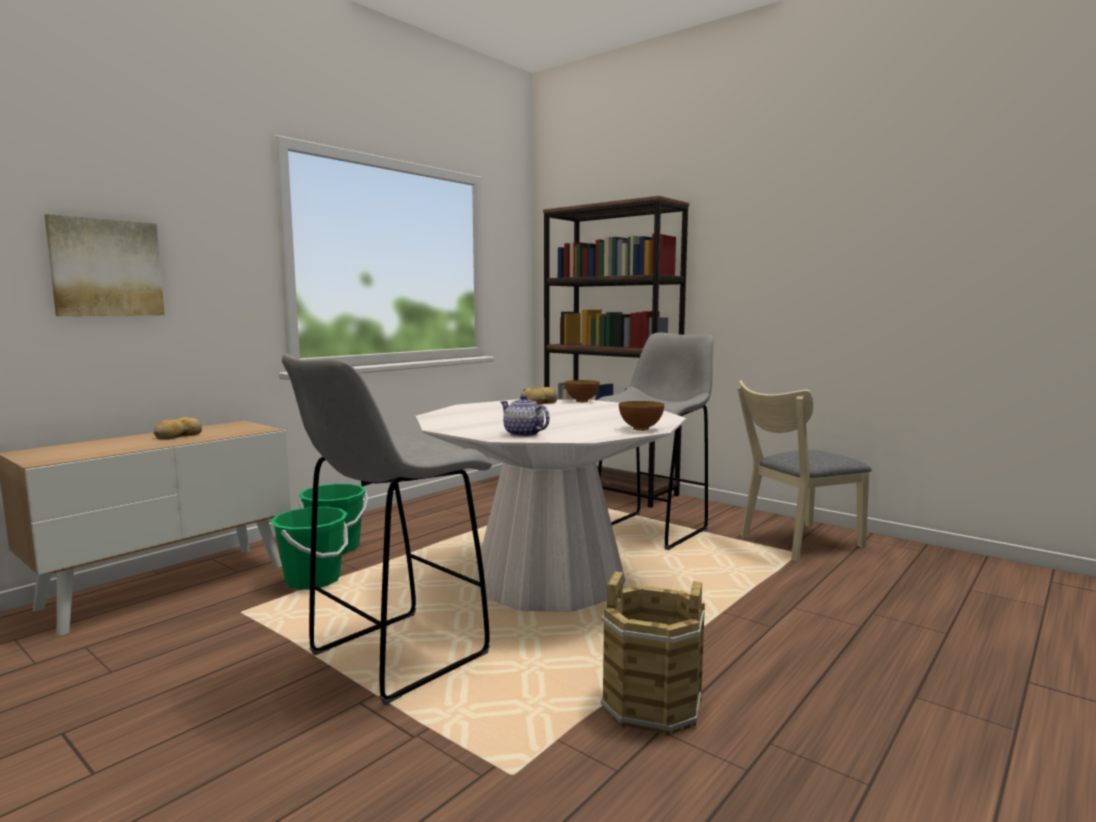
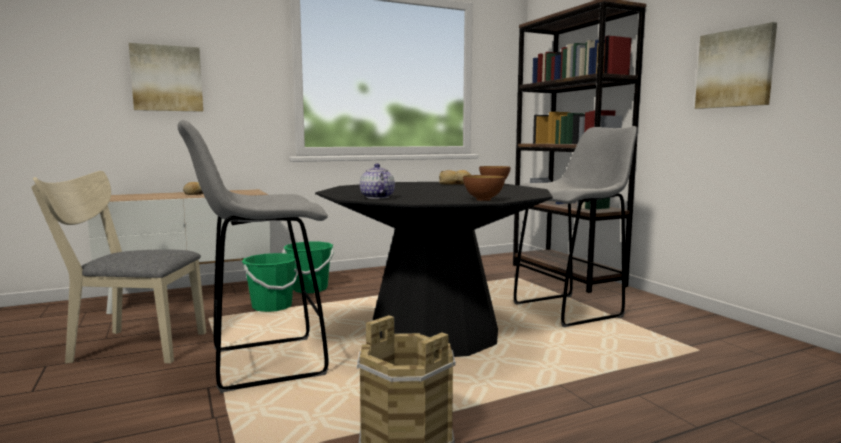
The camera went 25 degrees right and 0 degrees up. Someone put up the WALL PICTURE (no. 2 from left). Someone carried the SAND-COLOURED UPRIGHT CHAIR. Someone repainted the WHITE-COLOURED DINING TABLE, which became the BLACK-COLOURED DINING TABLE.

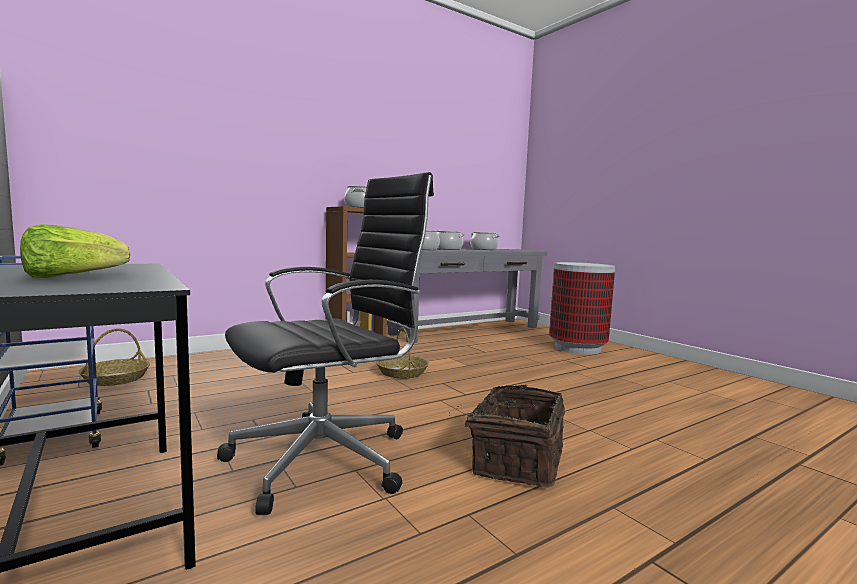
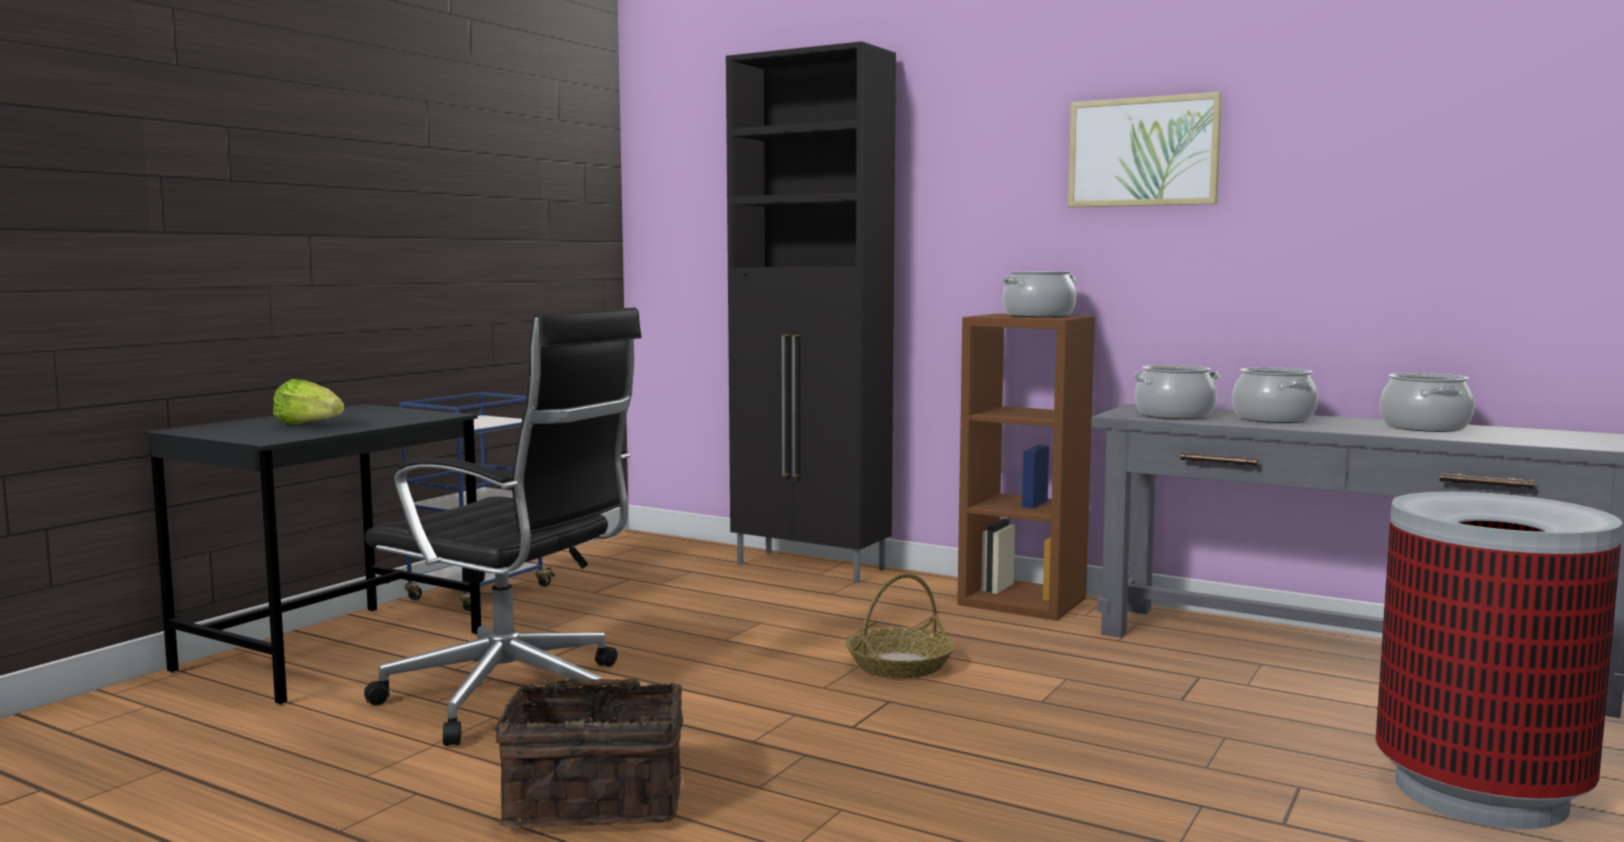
The camera went 65 degrees right and 0 degrees up. Someone took away the HOUSEHOLD BASKET (no. 1 from left). Someone put down the BLACK-COLOURED STORAGE CABINET. Someone put up the WALL PICTURE.

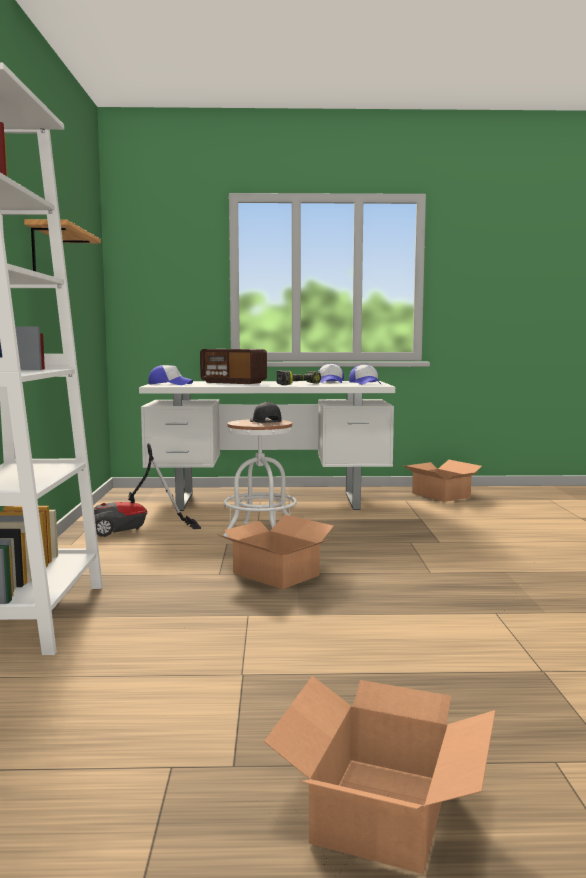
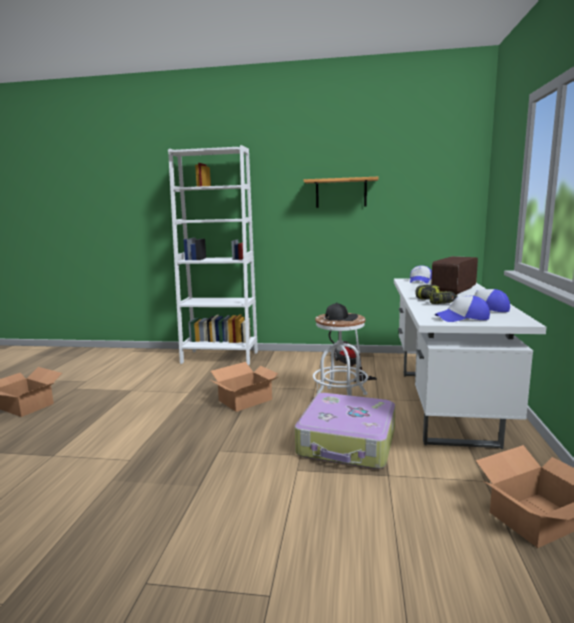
The camera went 100 degrees right and 5 degrees up. Someone put down the PIECE OF LUGGAGE.

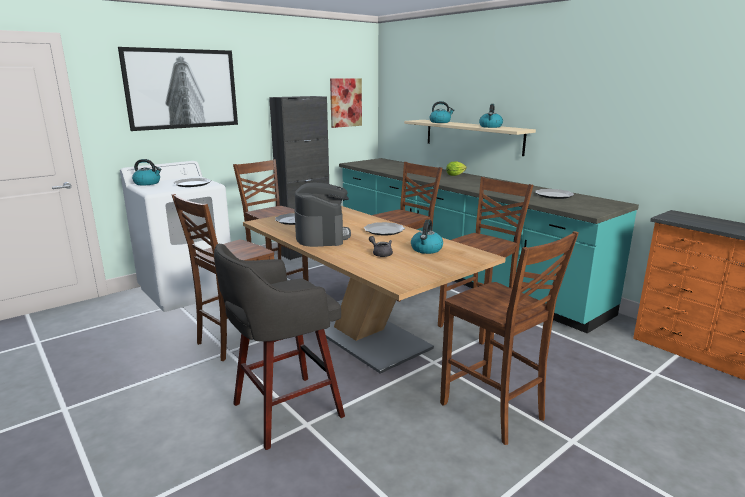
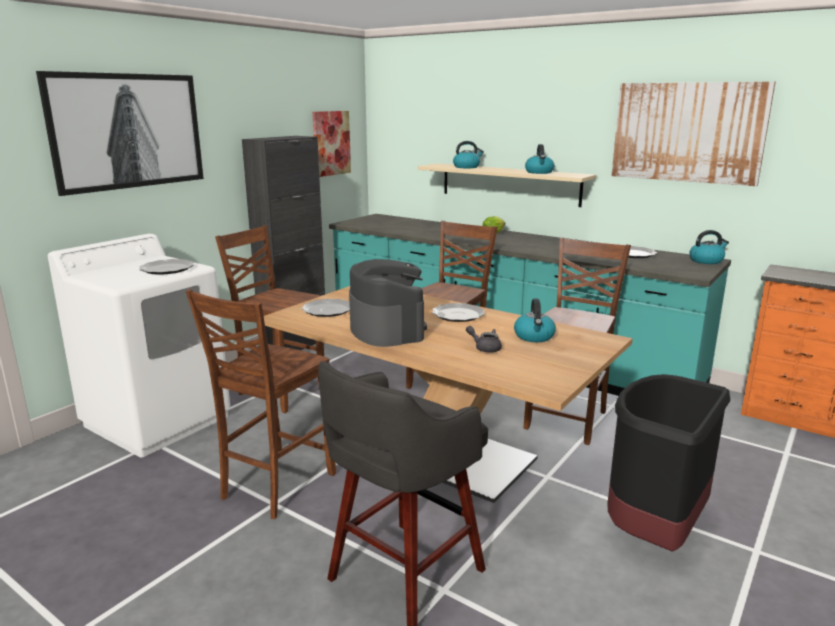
The camera went 15 degrees left and 0 degrees up. Someone put up the WALL PICTURE (no. 3 from left). Someone carried the TEA KETTLE (no. 1 from left in the first image). Someone swapped the BROWN-COLOURED UPRIGHT CHAIR (no. 5 from left) for the BLACK-COLOURED RUBBISH BIN.

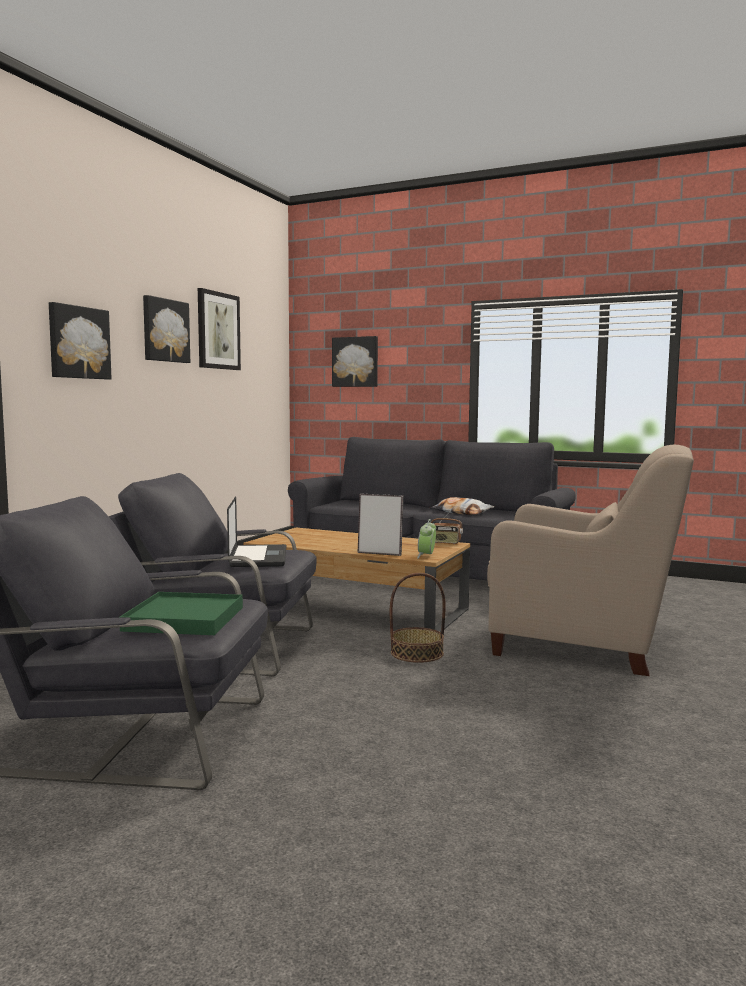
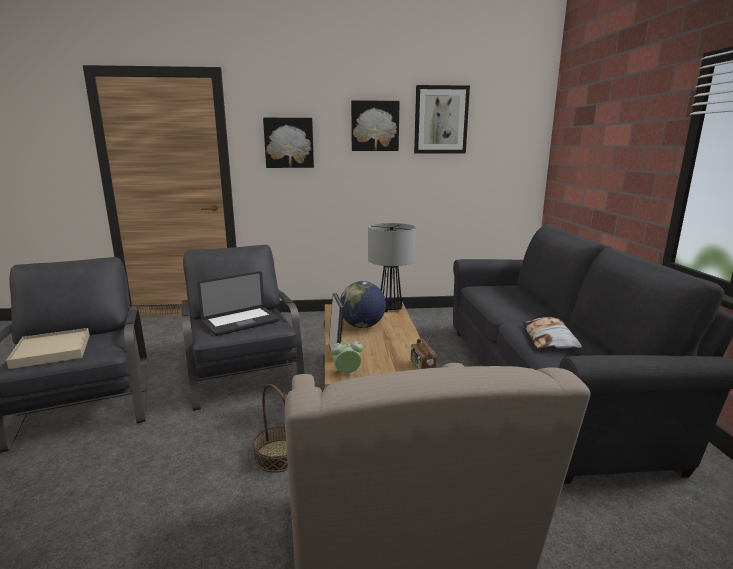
The camera went 60 degrees right and 10 degrees up. Someone took away the WALL PICTURE (no. 4 from left). Someone put down the WORLD GLOBE. Someone put down the LAMP FOR A TABLE. Someone repainted the GREEN-COLOURED TRAY, which became the SAND-COLOURED TRAY.

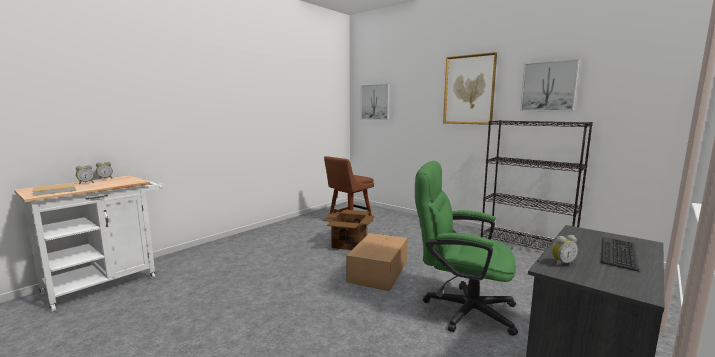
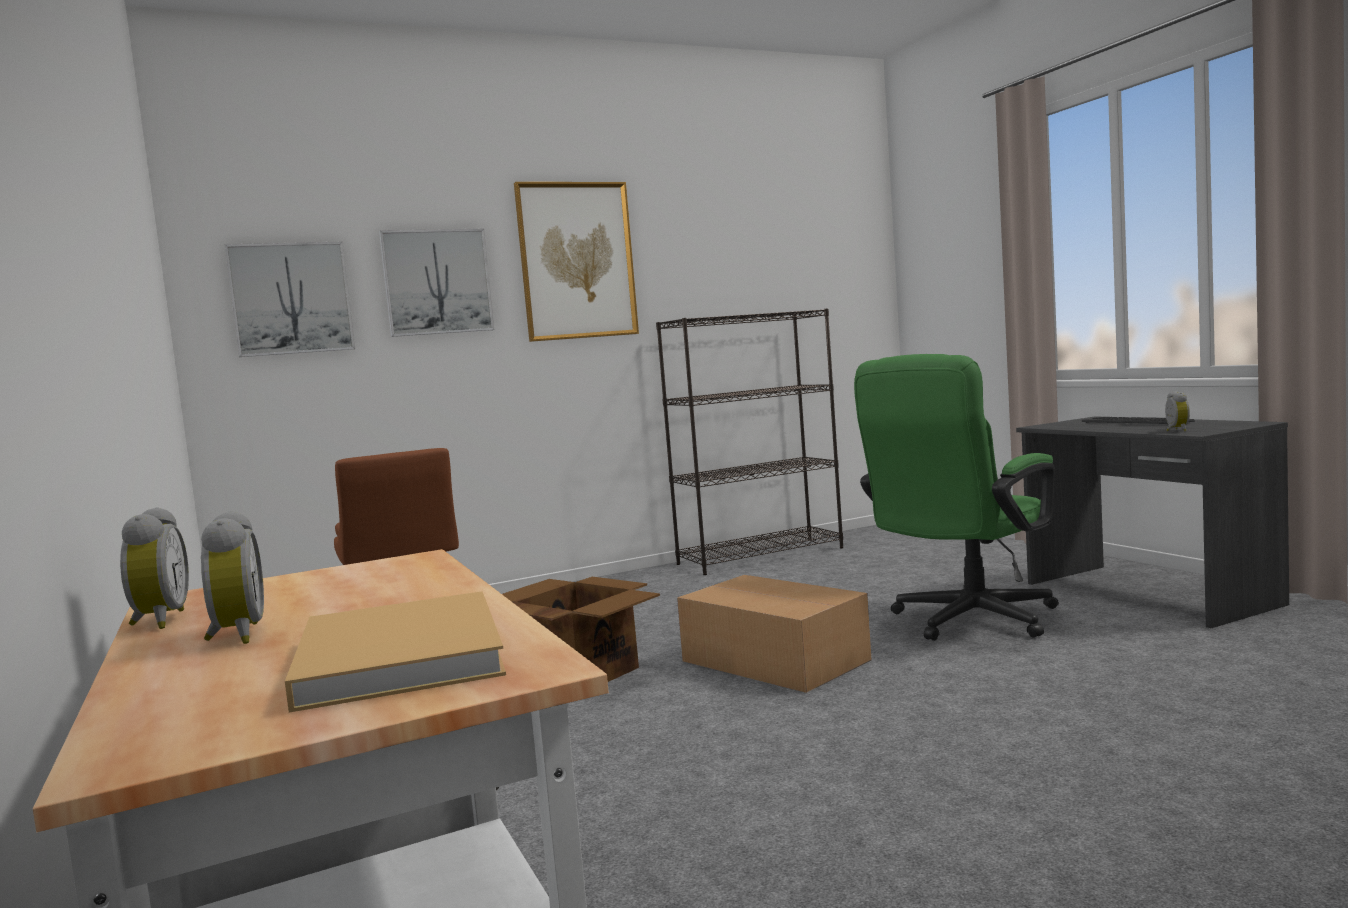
The camera went 65 degrees left and 5 degrees down. Someone carried the WALL PICTURE (no. 3 from left in the first image).

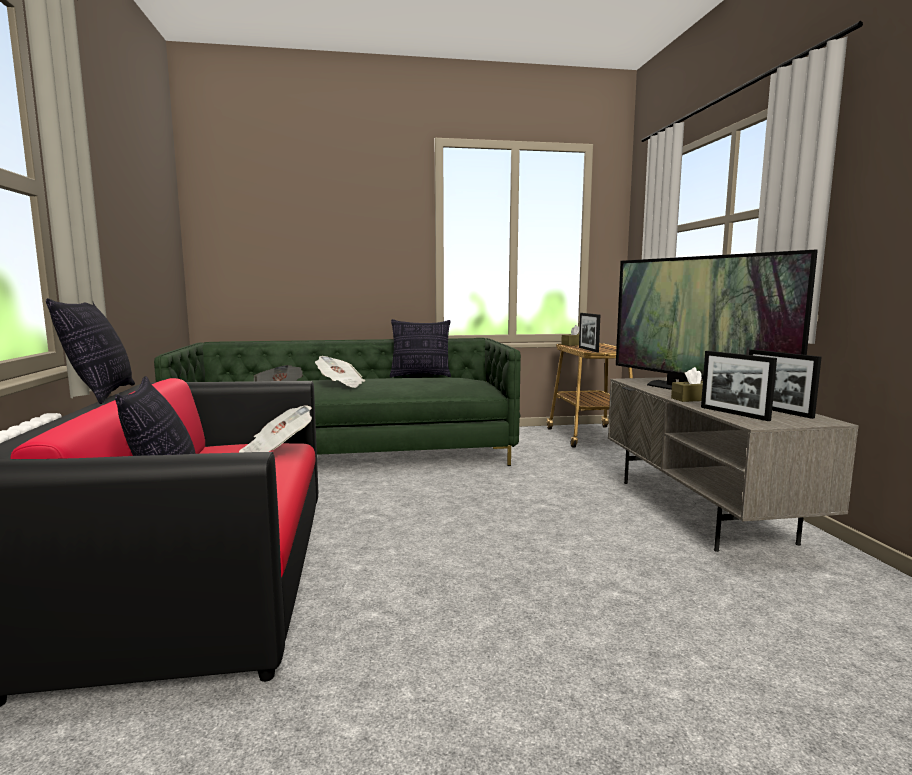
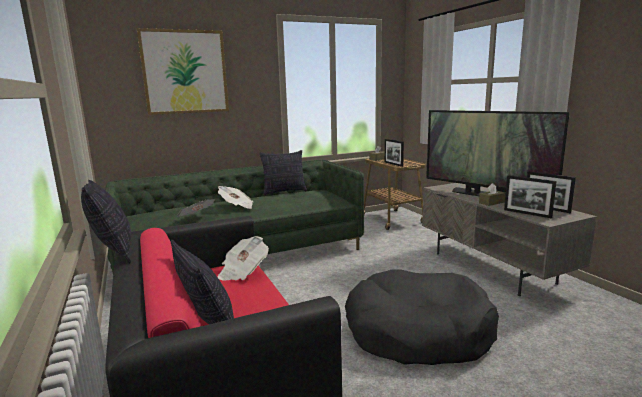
The camera went 15 degrees left and 5 degrees up. Someone put up the WALL PICTURE. Someone put down the BLACK-COLOURED PET BED.

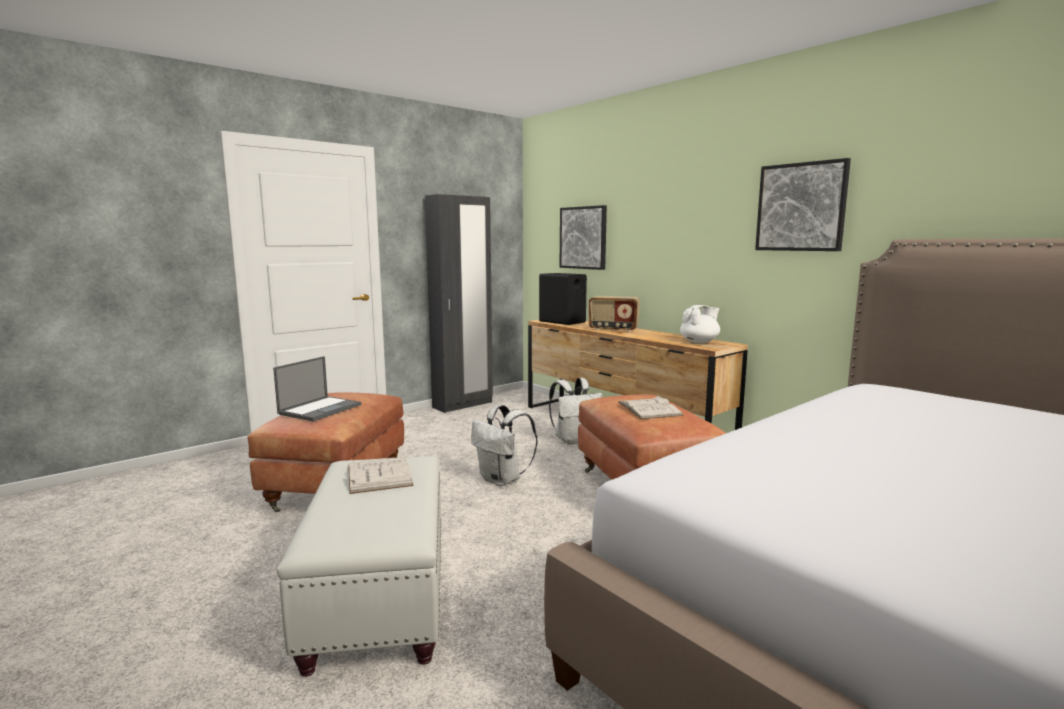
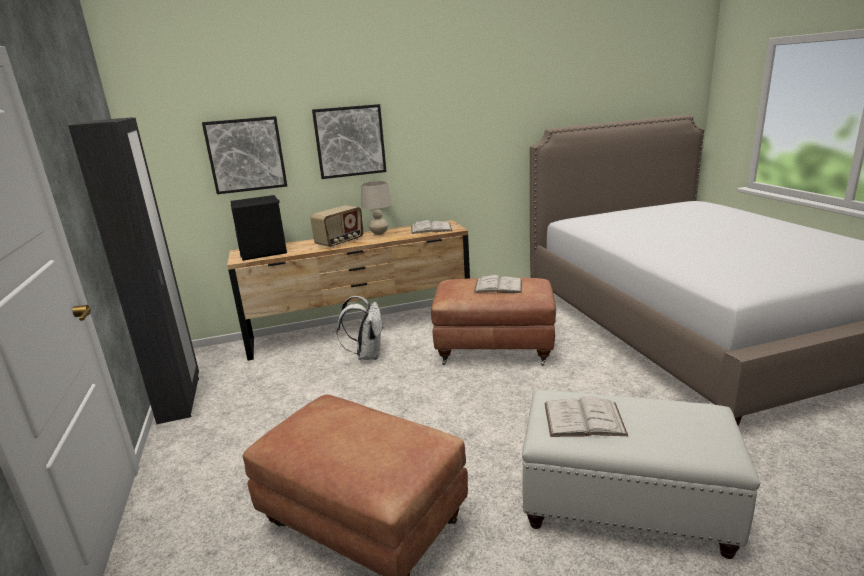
The camera went 65 degrees left and 10 degrees up. Someone took away the NOTEBOOK COMPUTER. Someone took away the WHITE-COLOURED BACKPACK (no. 1 from left). Someone put down the SAND-COLOURED LAMP FOR A TABLE. Someone carried the WALL PICTURE (no. 2 from left). Someone swapped the WHITE-COLOURED TEA POT for the WHITE-COLOURED BOUND BOOK (no. 1 from left).

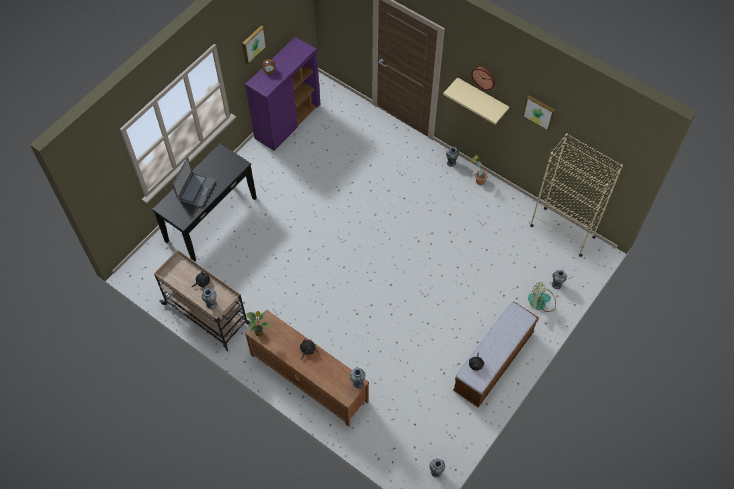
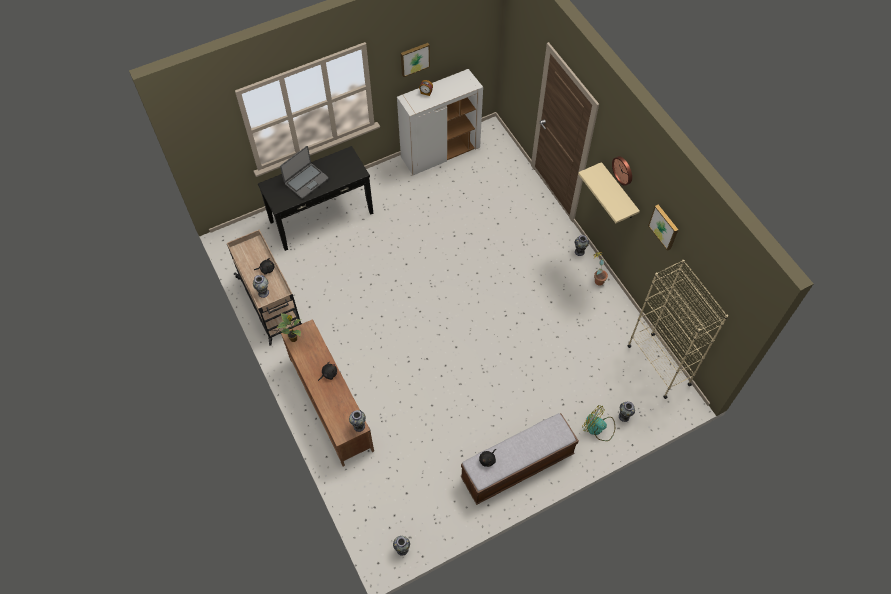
The camera went 25 degrees right and 0 degrees up. Someone repainted the PURPLE STORAGE CABINET, which became the WHITE-COLOURED STORAGE CABINET.

